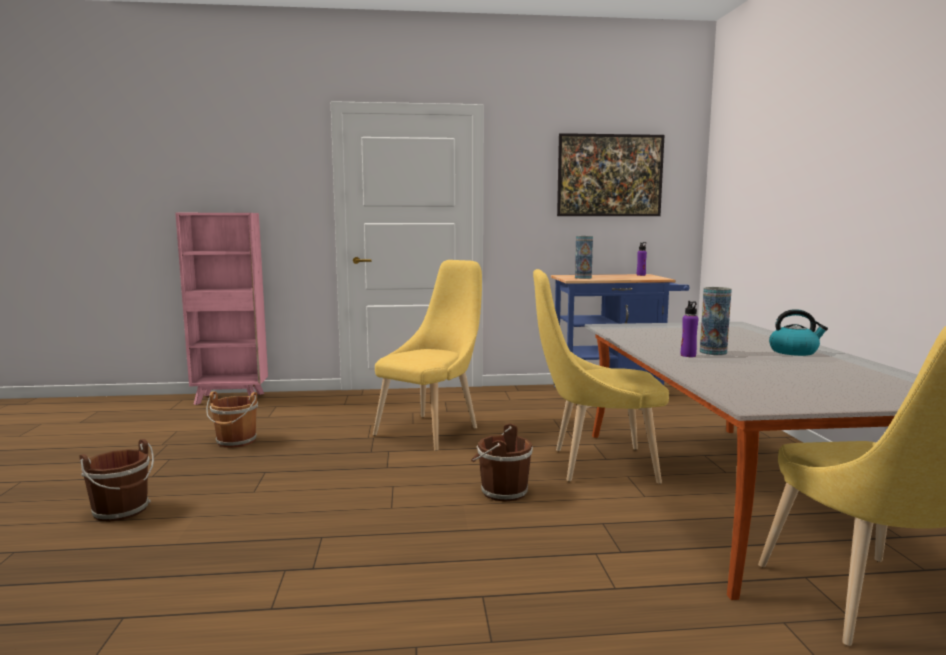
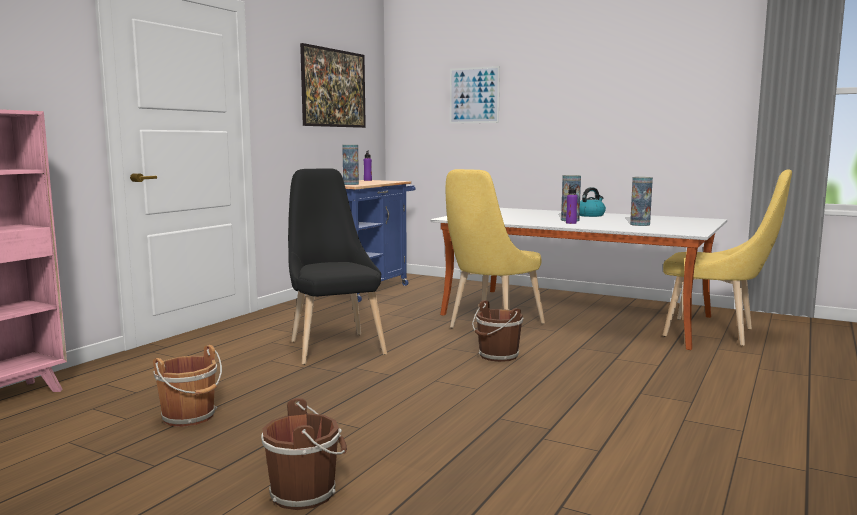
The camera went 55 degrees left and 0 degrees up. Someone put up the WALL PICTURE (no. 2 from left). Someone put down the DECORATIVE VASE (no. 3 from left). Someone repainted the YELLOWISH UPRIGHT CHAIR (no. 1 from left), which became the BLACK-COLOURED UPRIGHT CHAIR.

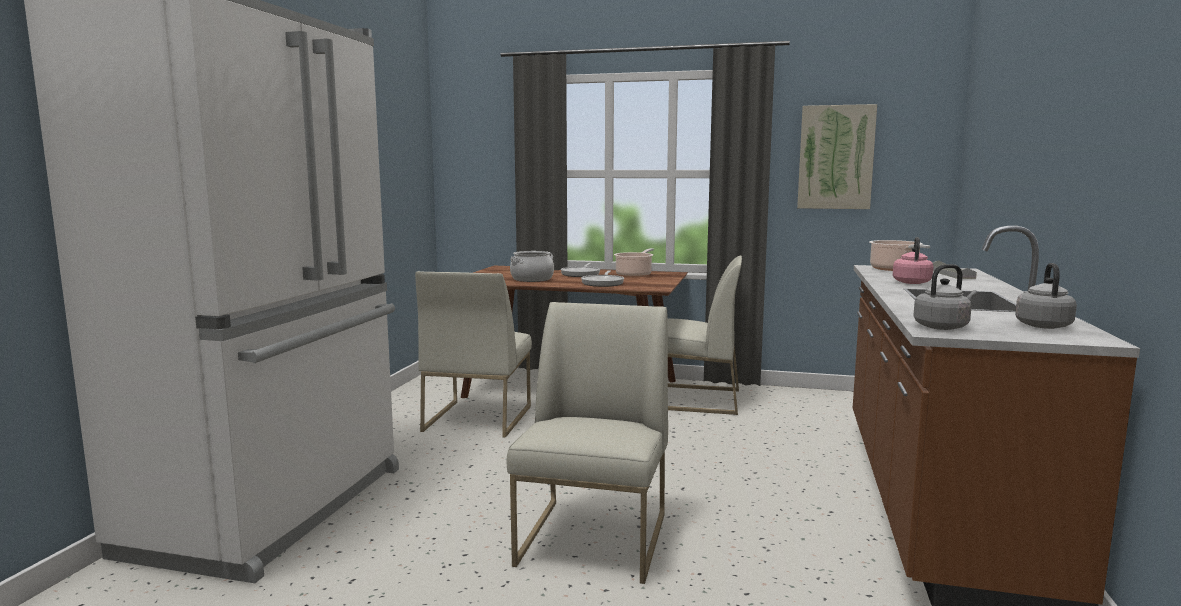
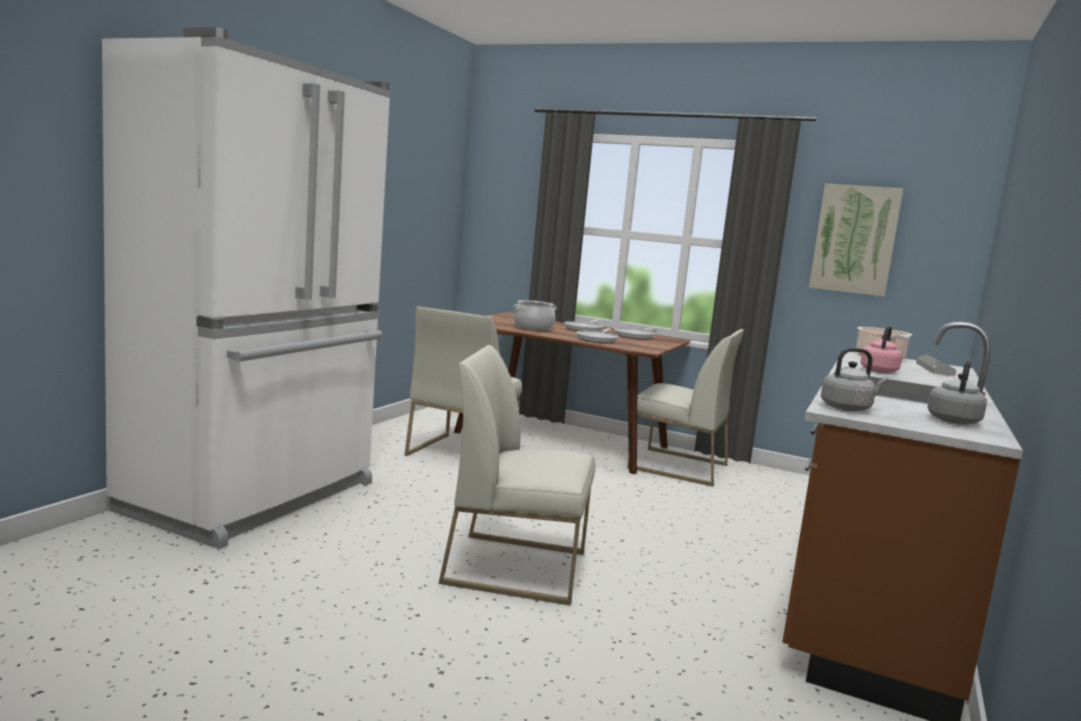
The camera went 10 degrees right and 0 degrees up. Someone swapped the COOKING POT (no. 2 from left) for the FRYING PAN (no. 3 from left). Someone rotated the WHITE-COLOURED UPRIGHT CHAIR (no. 2 from left) by 105 degrees counterclockwise.

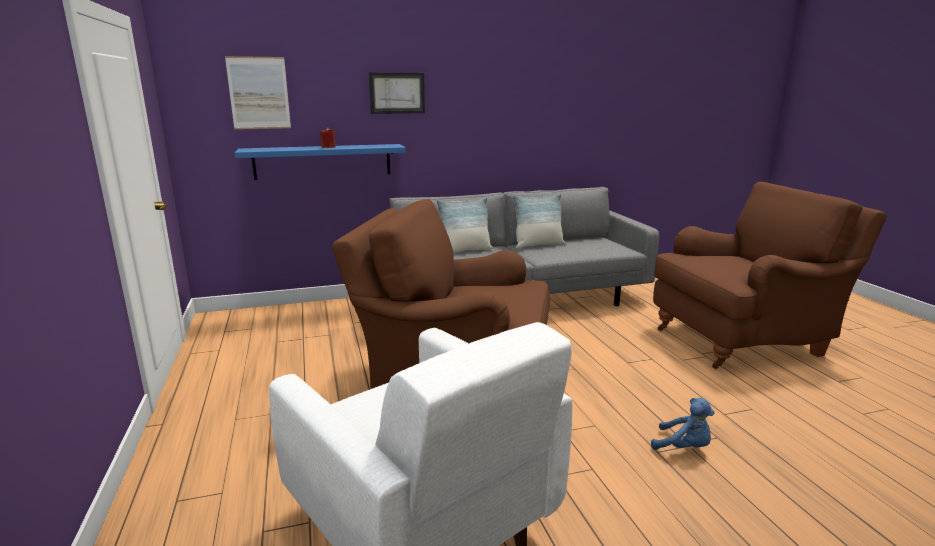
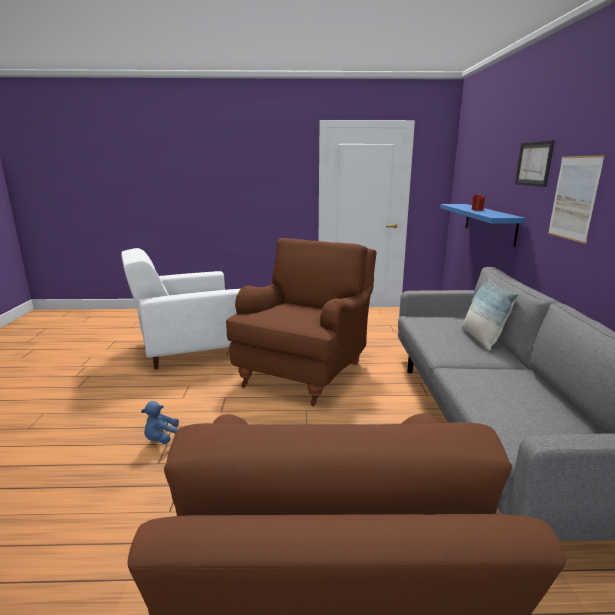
The camera went 105 degrees right and 0 degrees up. Someone took away the THROW PILLOW (no. 2 from left). Someone carried the WALL PICTURE (no. 1 from left in the first image).

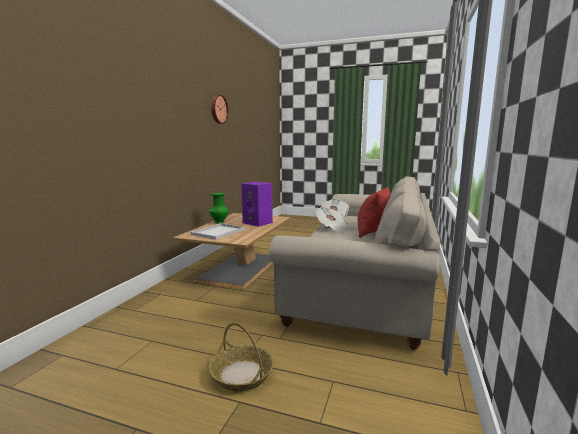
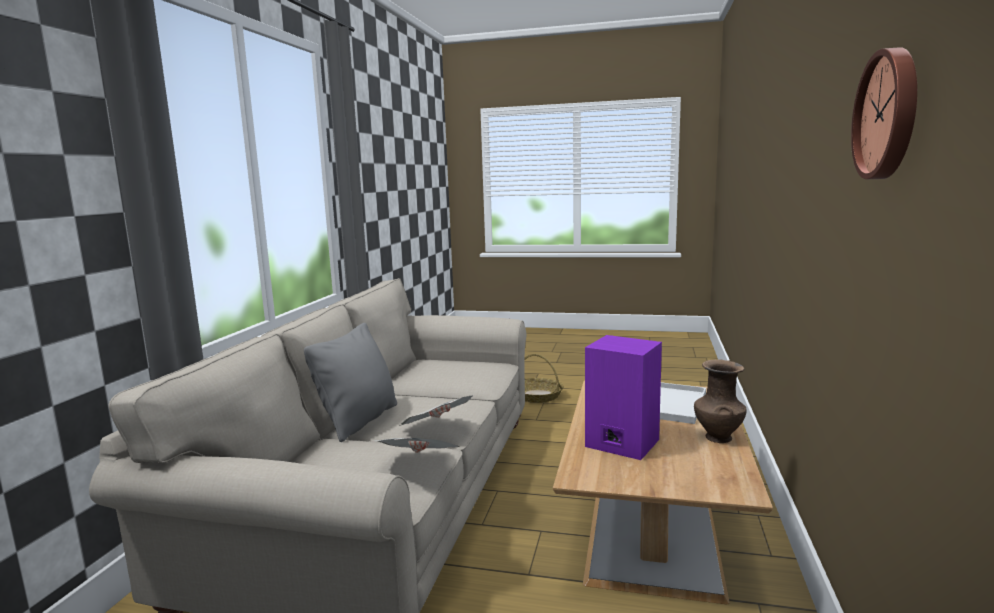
The camera went 175 degrees right and 0 degrees up. Someone repainted the GREEN-COLOURED DECORATIVE VASE, which became the BROWN-COLOURED DECORATIVE VASE. Someone repainted the RED THROW PILLOW, which became the GRAY THROW PILLOW.

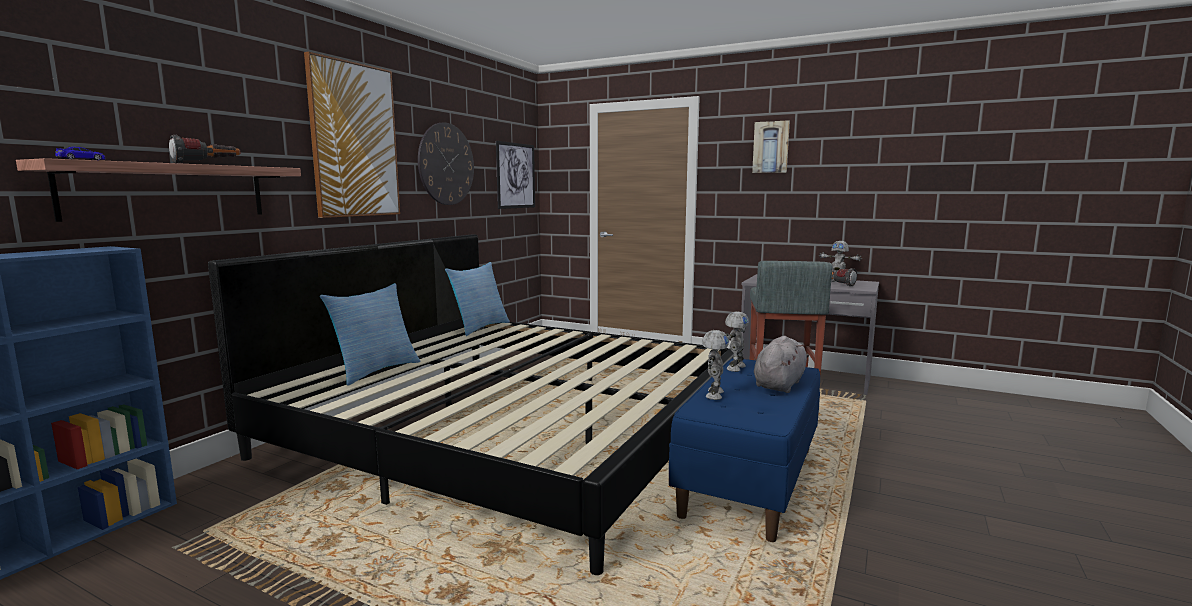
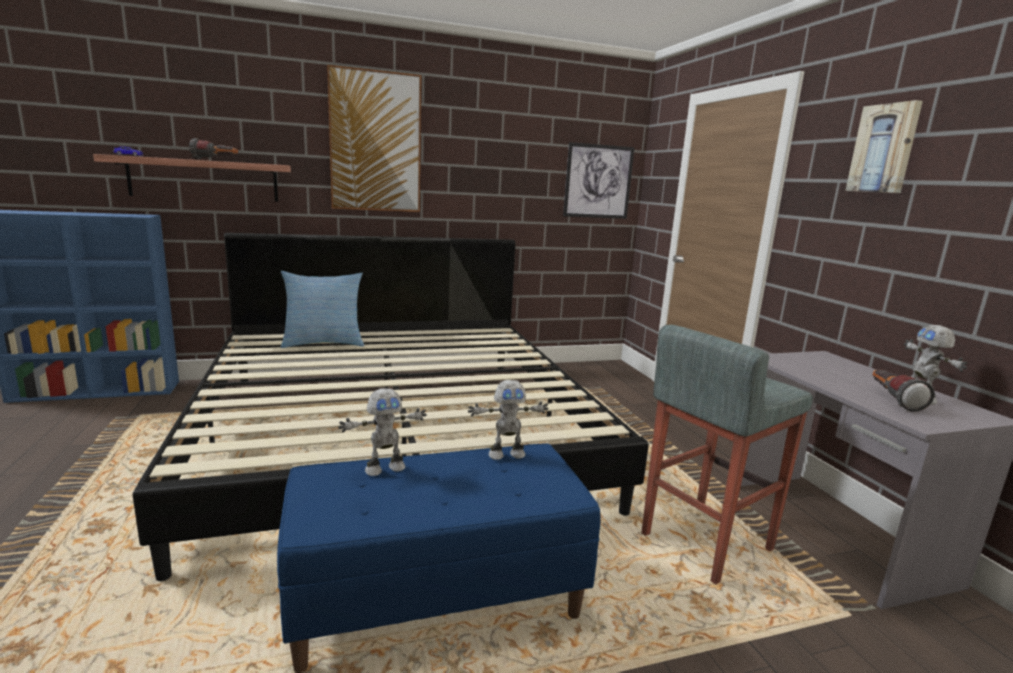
The camera went 45 degrees right and 5 degrees up. Someone took away the HANGING CLOCK. Someone took away the THROW PILLOW (no. 2 from left). Someone took away the GRAY PLUSH TOY.

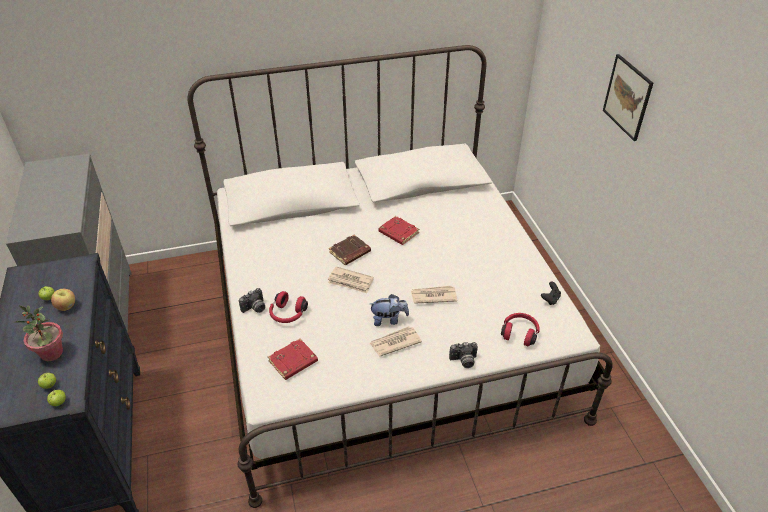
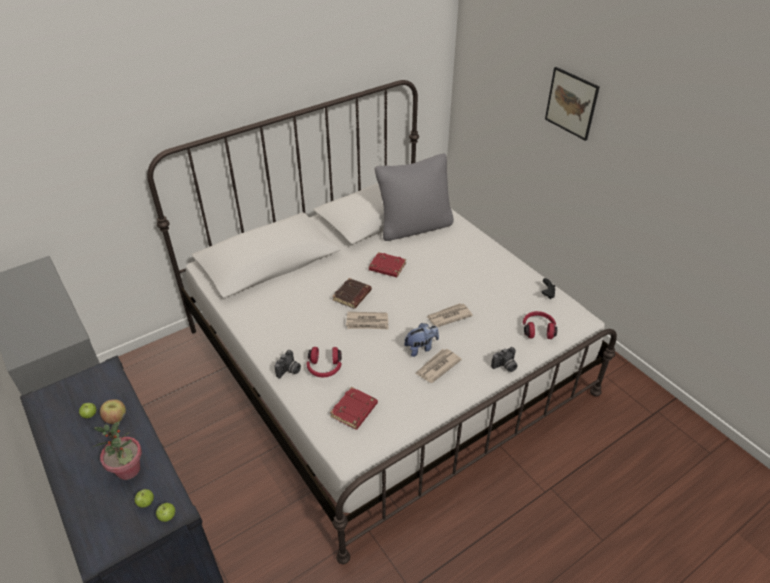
The camera went 20 degrees left and 0 degrees up. Someone put down the GRAY THROW PILLOW.

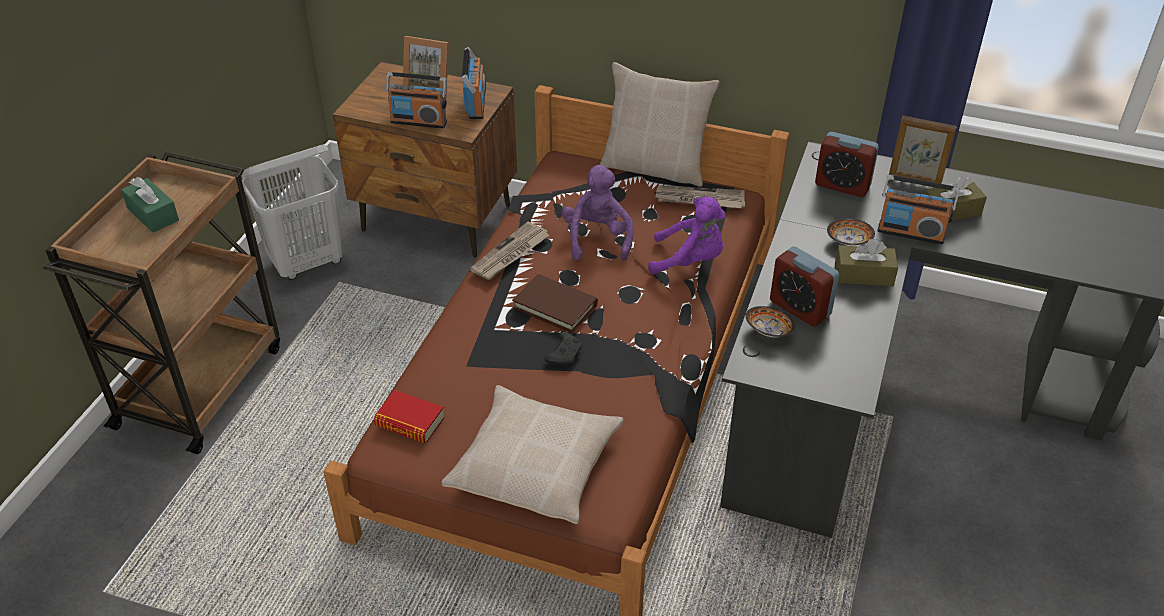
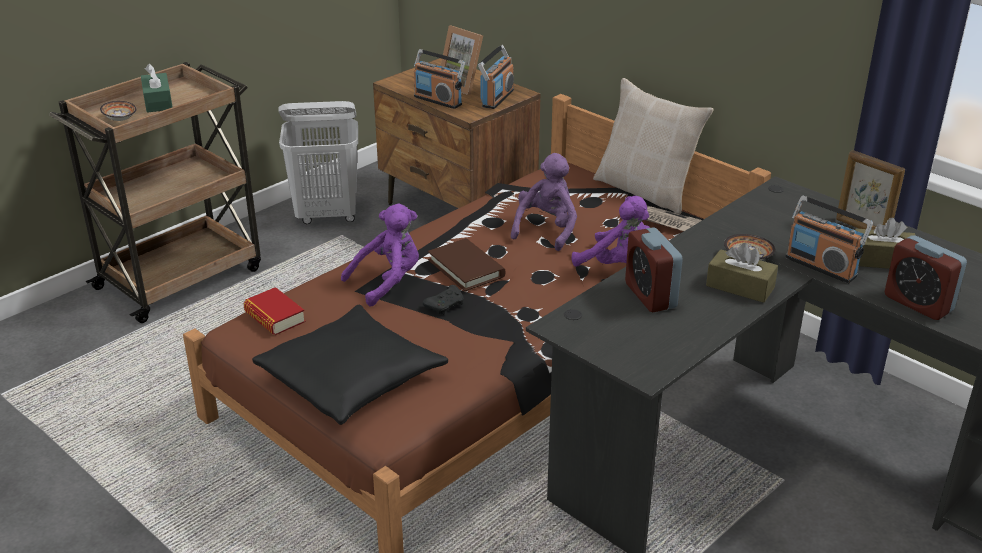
The camera went 25 degrees right and 10 degrees down. Someone took away the NEWSPAPER (no. 1 from left). Someone put down the PURPLE PLUSH TOY (no. 1 from left). Someone carried the BOWL (no. 1 from left). Someone carried the ALARM CLOCK (no. 2 from left). Someone repainted the SAND-COLOURED THROW PILLOW (no. 1 from left), which became the BLACK-COLOURED THROW PILLOW.

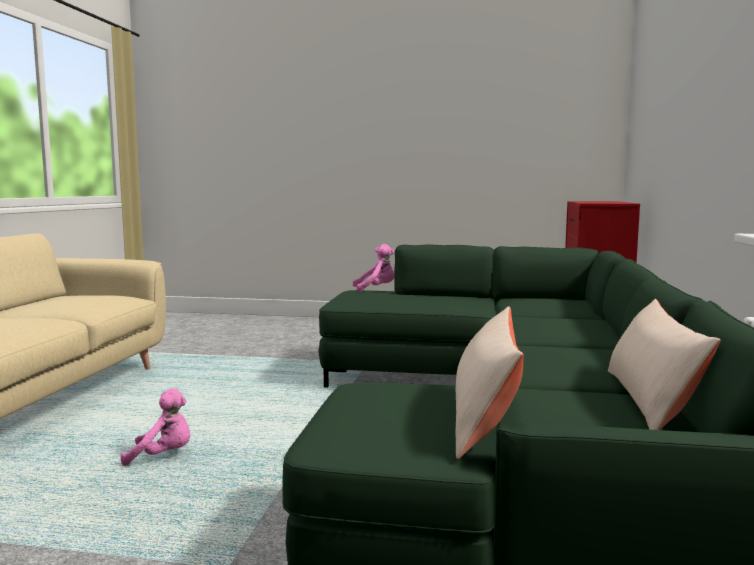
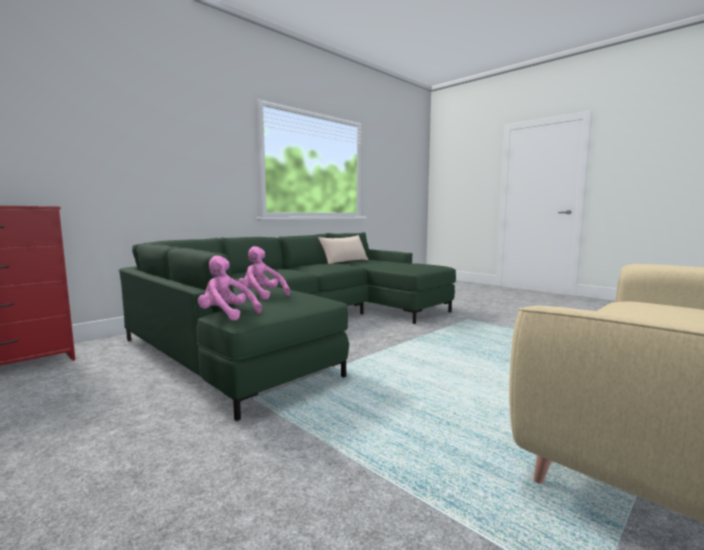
The camera went 145 degrees left and 0 degrees up. Someone took away the SAND-COLOURED THROW PILLOW (no. 1 from left). Someone carried the PINK-COLOURED PLUSH TOY (no. 1 from left in the first image).

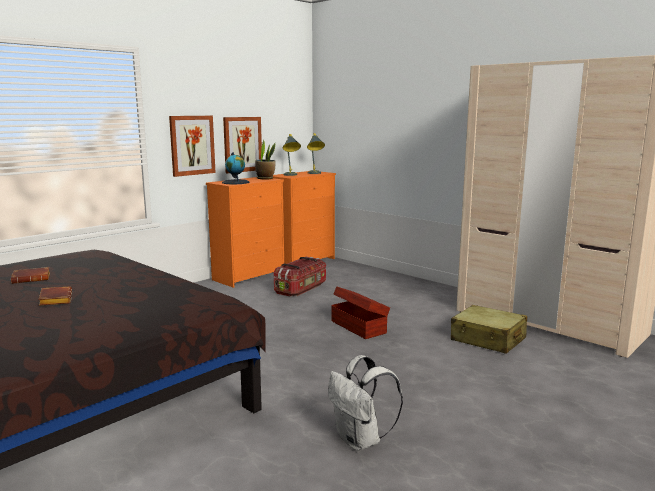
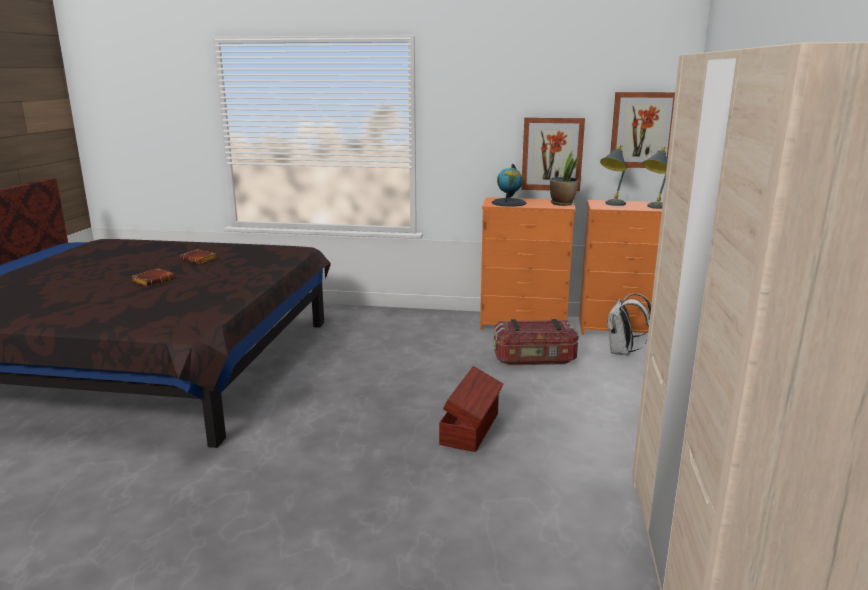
The camera went 55 degrees right and 5 degrees up. Someone took away the SAND-COLOURED PIECE OF LUGGAGE. Someone carried the WALL PICTURE (no. 1 from left in the first image). Someone carried the WHITE-COLOURED BACKPACK.

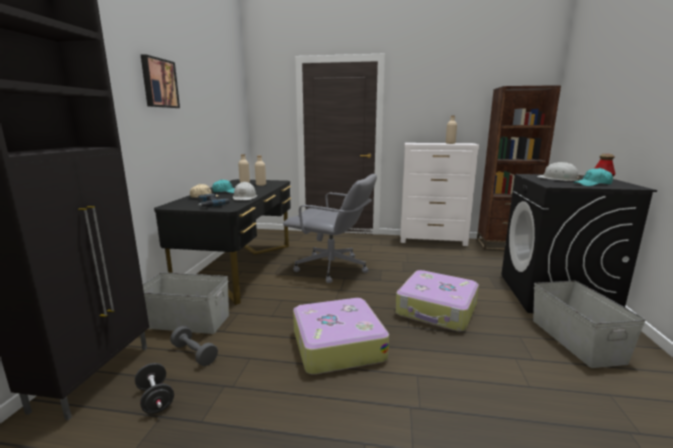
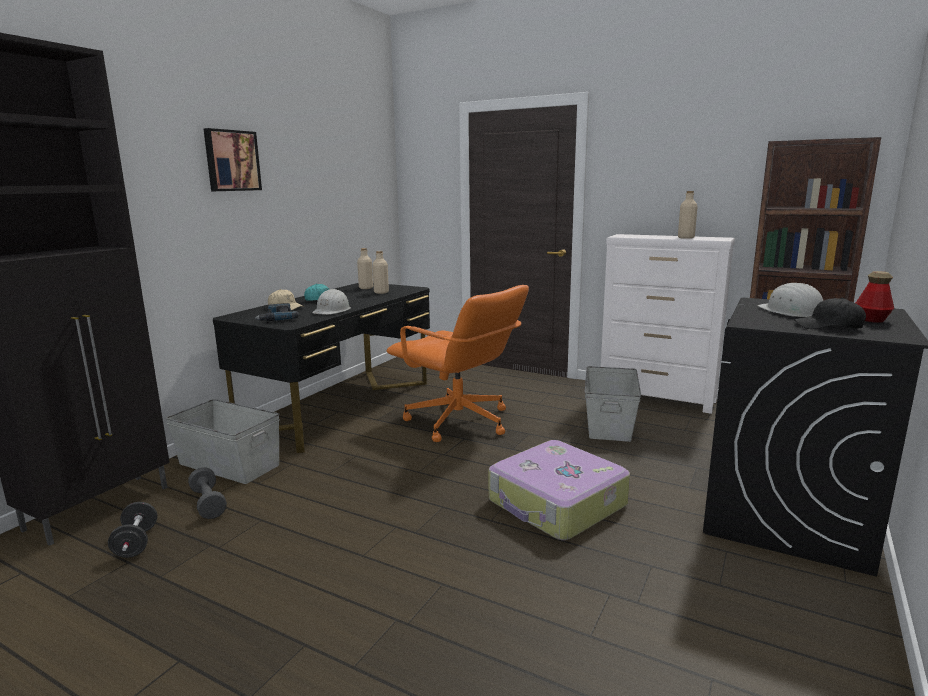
The camera went 20 degrees right and 0 degrees up. Someone took away the PIECE OF LUGGAGE (no. 1 from left). Someone carried the GRAY STORAGE CONTAINER (no. 2 from left). Someone repainted the GRAY DESK CHAIR, which became the ORANGE DESK CHAIR. Someone repainted the BLUE-GREEN PEAKED CAP (no. 2 from left), which became the BLACK-COLOURED PEAKED CAP.

